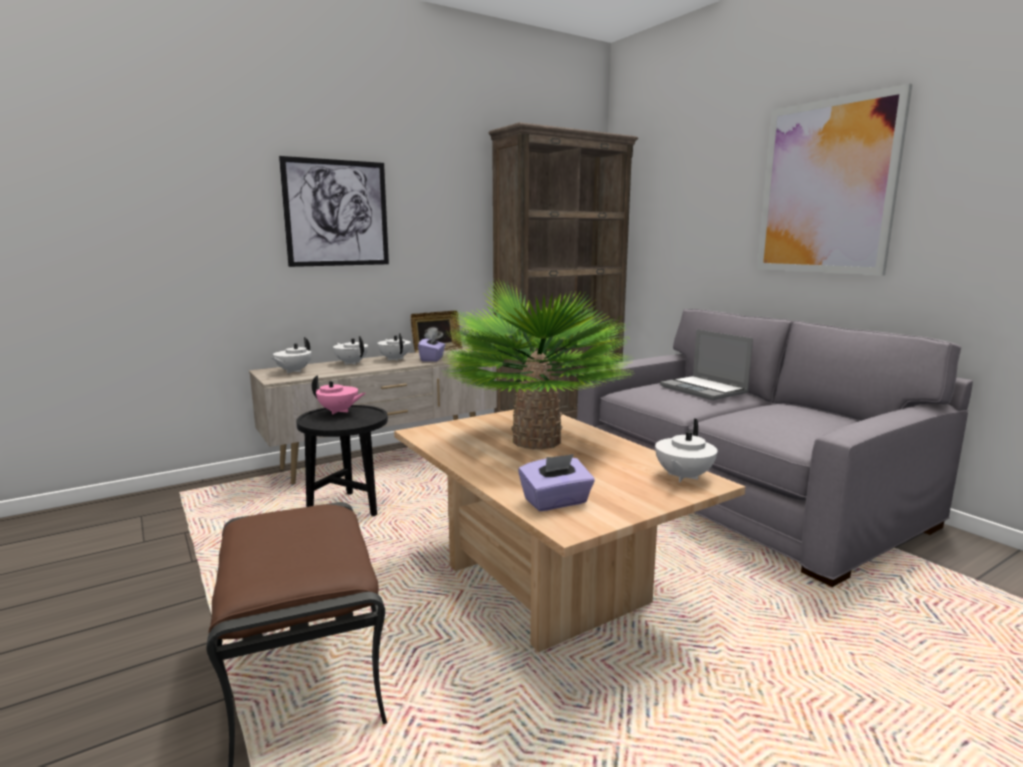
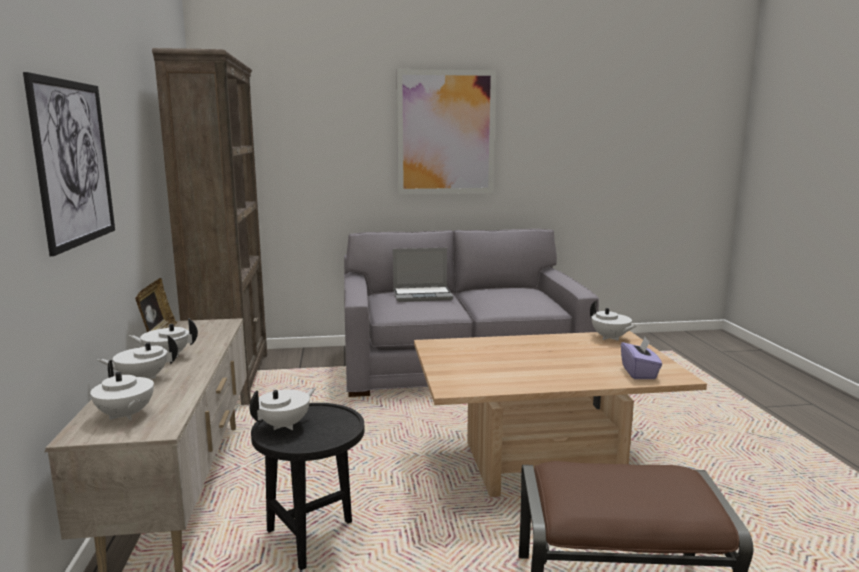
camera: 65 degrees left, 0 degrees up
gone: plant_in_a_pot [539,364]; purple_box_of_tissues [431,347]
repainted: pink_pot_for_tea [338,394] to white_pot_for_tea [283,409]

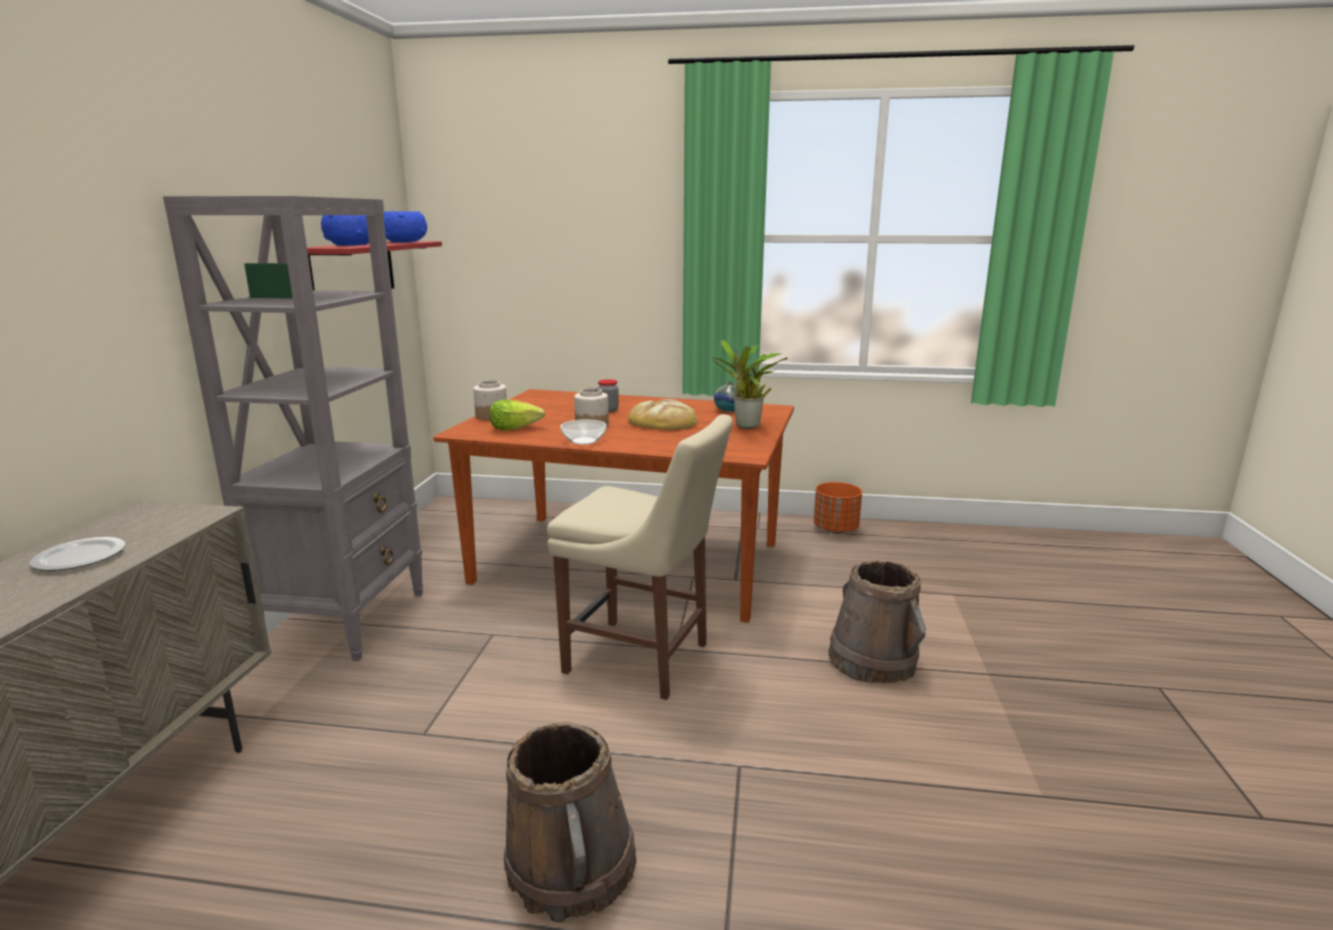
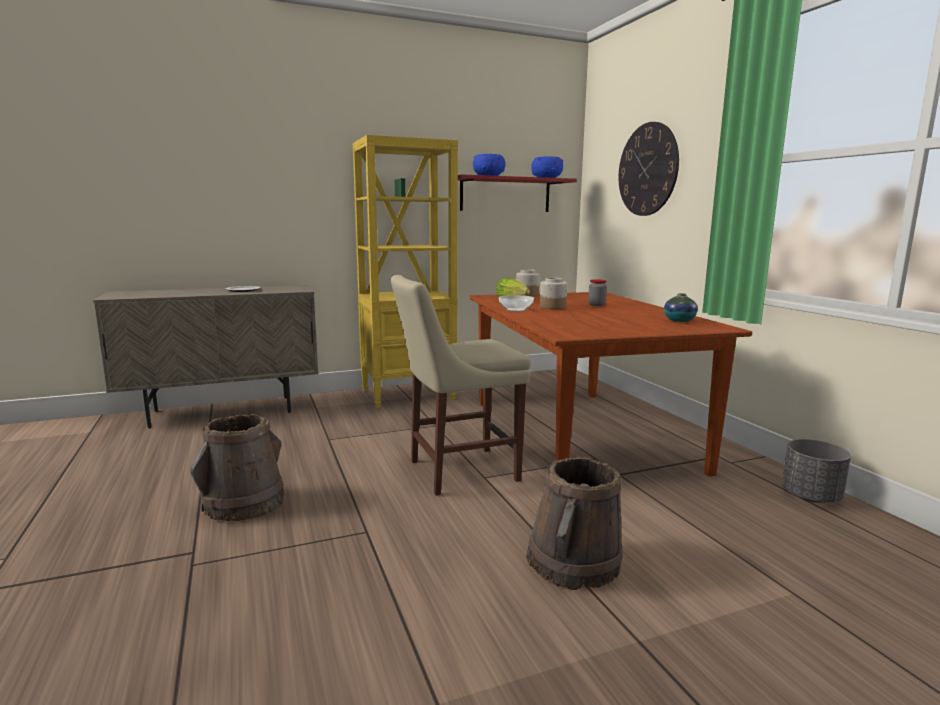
camera: 60 degrees right, 5 degrees down
gone: plant_in_a_pot [747,384]; bakery_bread [663,414]
new: clock_on_the_wall [649,169]
repainted: greyish_bookshelf [293,428] to yellow_bookshelf [405,271]; orange_planter [838,507] to greyish_planter [816,471]
rotated: beige-coloured_chair [640,557] = [461,385] 75 degrees clockwise

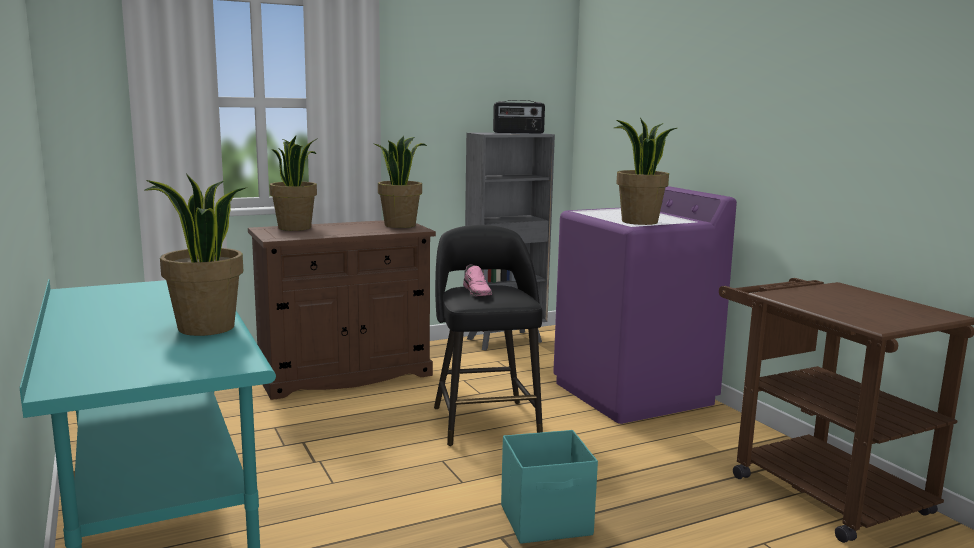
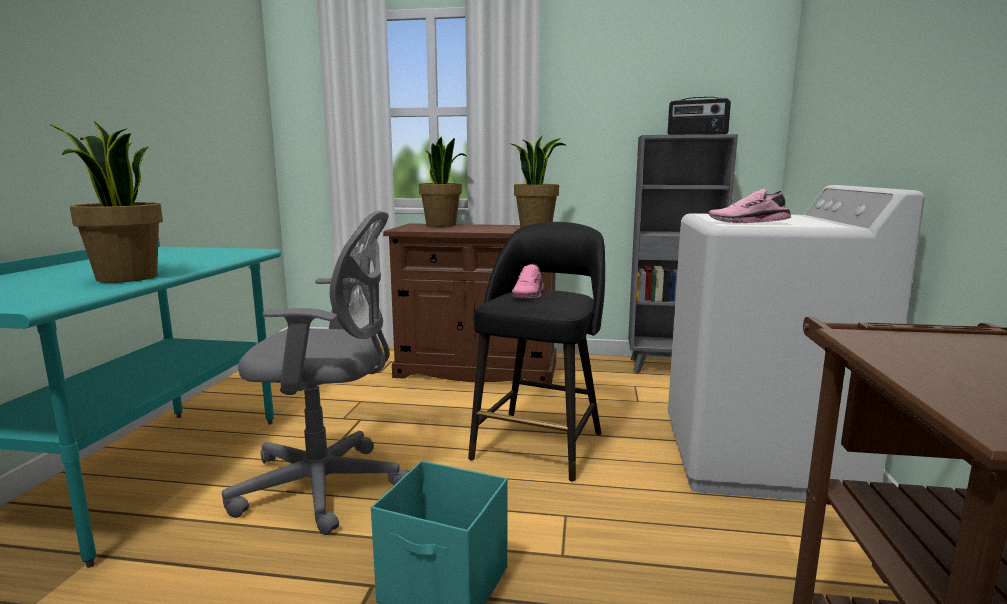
camera: 35 degrees right, 0 degrees up
new: greyish_office_chair [315,373]
swapped: plant_in_a_pot [645,171] to pink_item_of_footwear [750,205]
repainted: purple_laundry_appliance [645,305] to white_laundry_appliance [796,343]

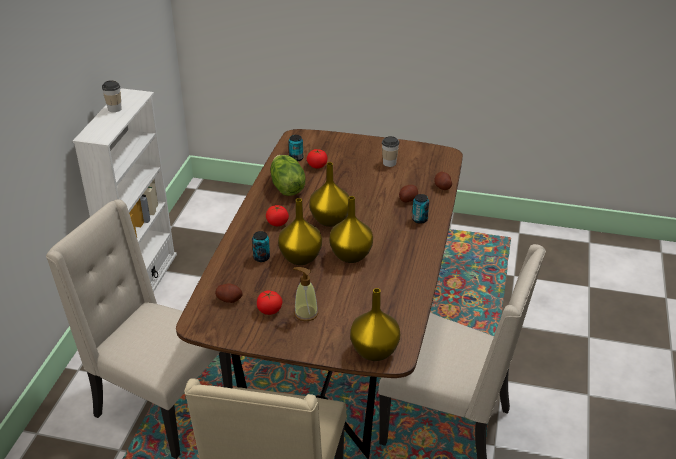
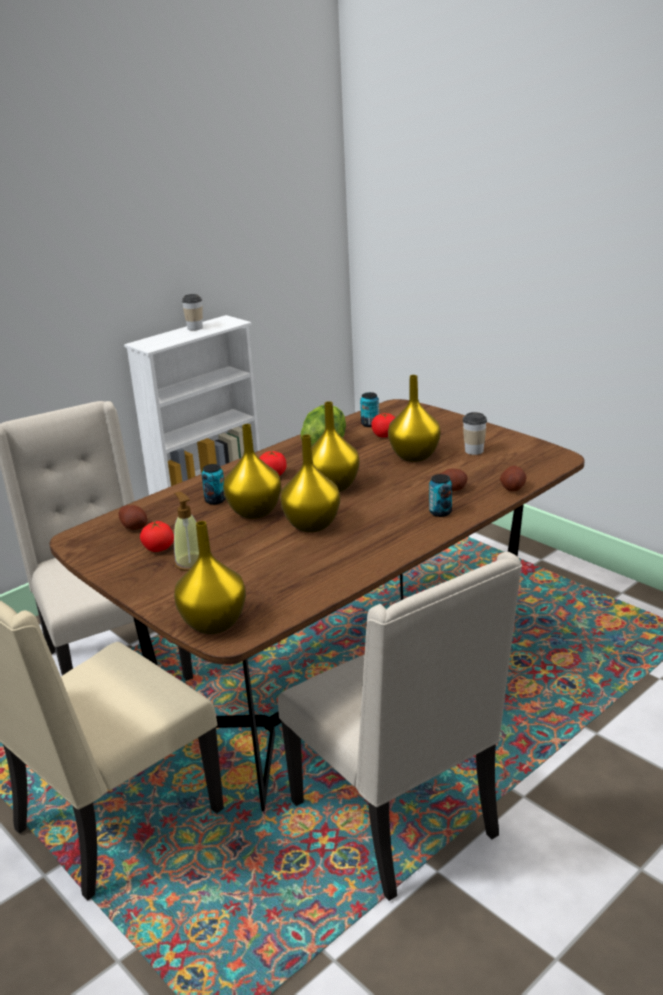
camera: 35 degrees right, 10 degrees down
new: yellow_vase [414,418]

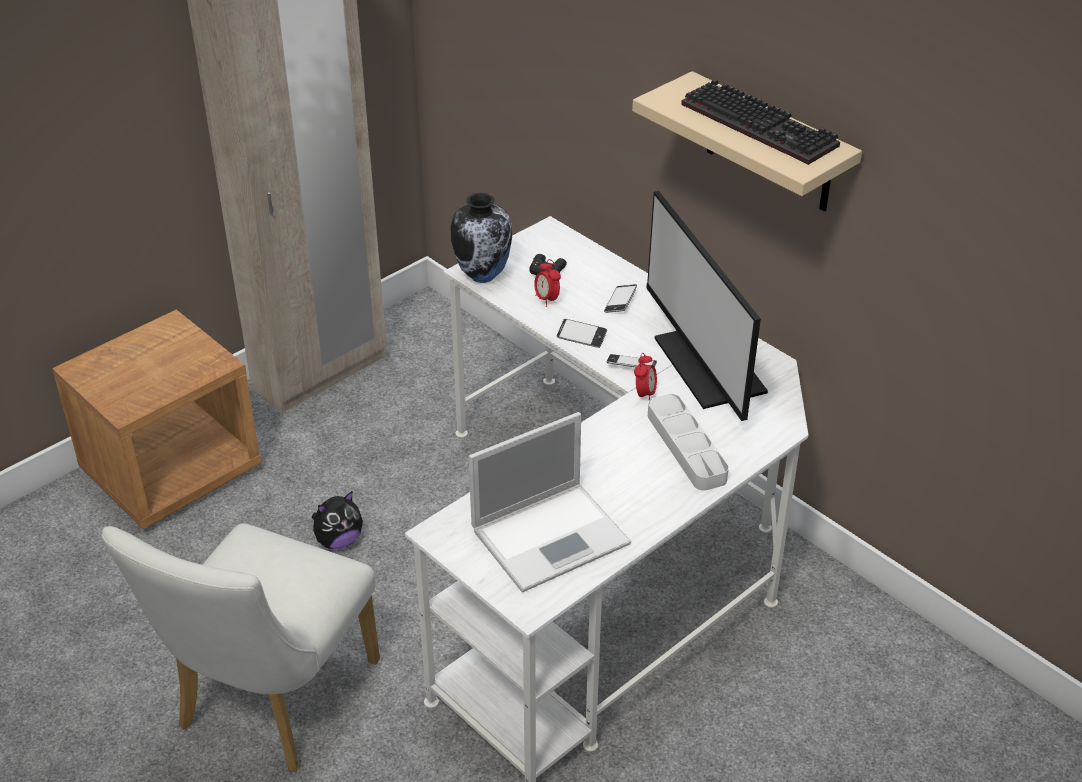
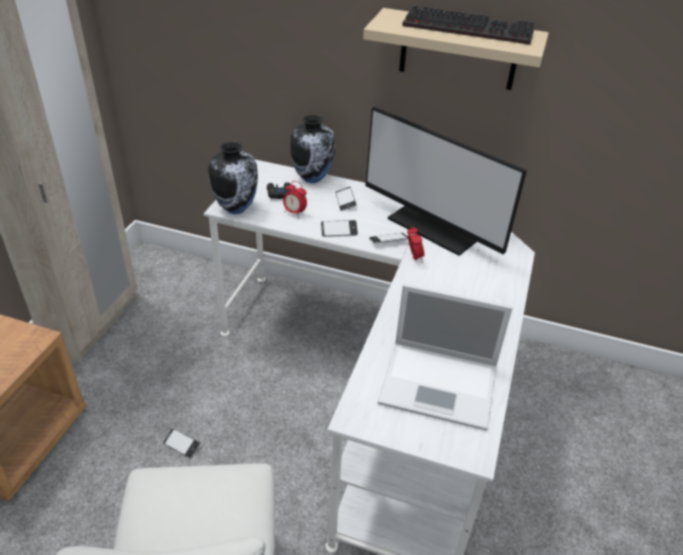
camera: 30 degrees left, 0 degrees up
gone: greyish_tray [688,442]
new: vase [312,149]
swapped: soft_toy [337,520] to phone [181,443]
rotated: notebook_computer [549,502] = [445,357] 75 degrees clockwise

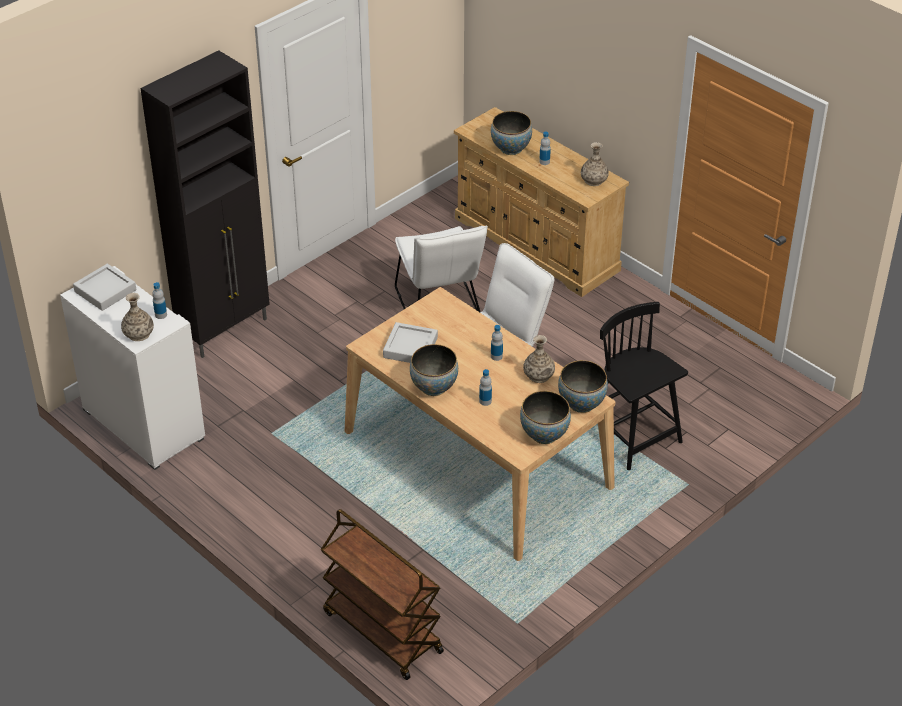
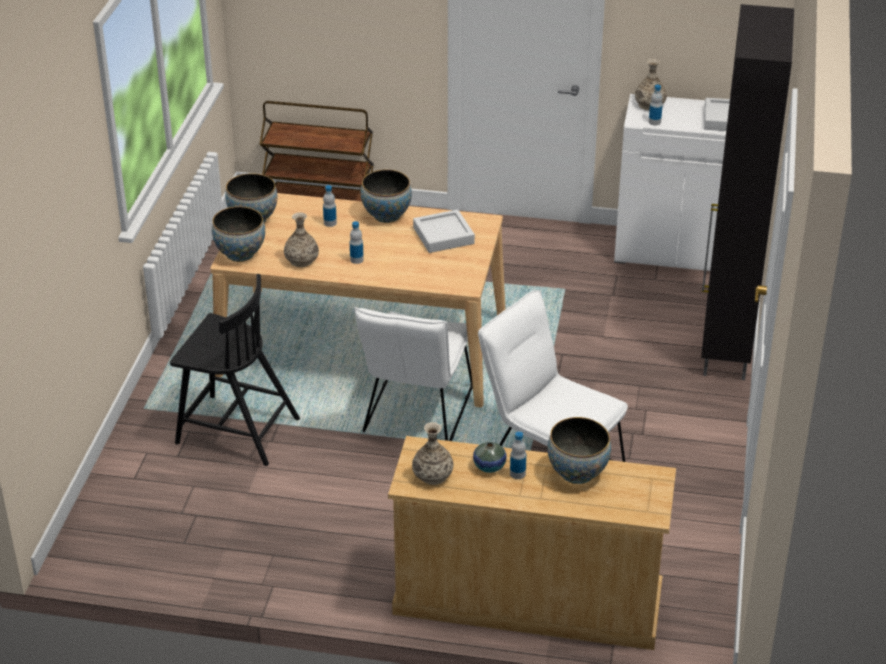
camera: 145 degrees right, 5 degrees down
new: vase [490,457]

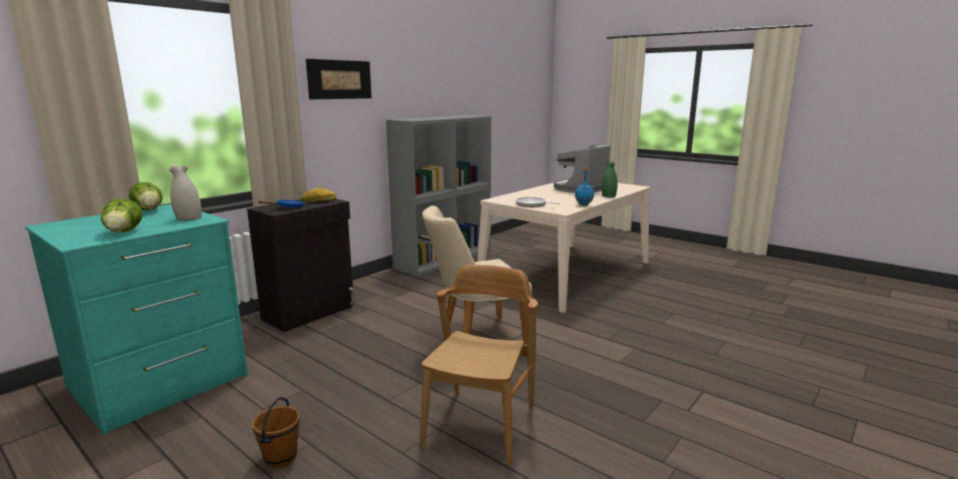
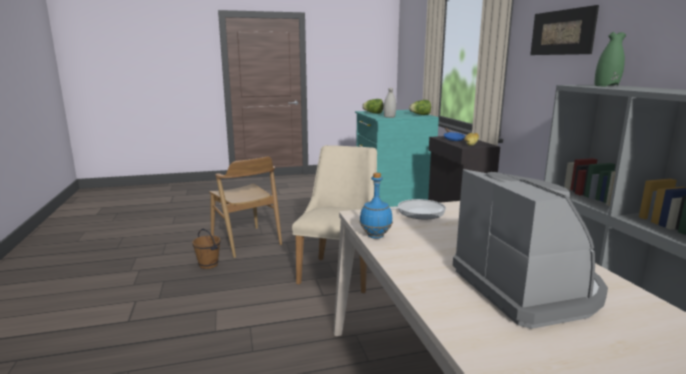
camera: 125 degrees right, 0 degrees up
shifted: green-coloured_vase [610,180] to [610,59]; brown-coloured_bucket [276,432] to [206,249]

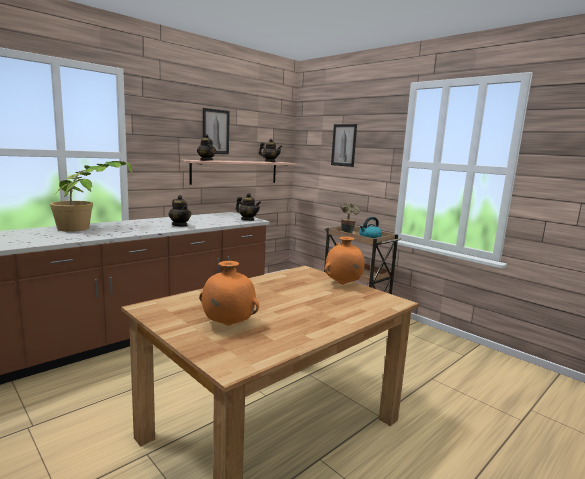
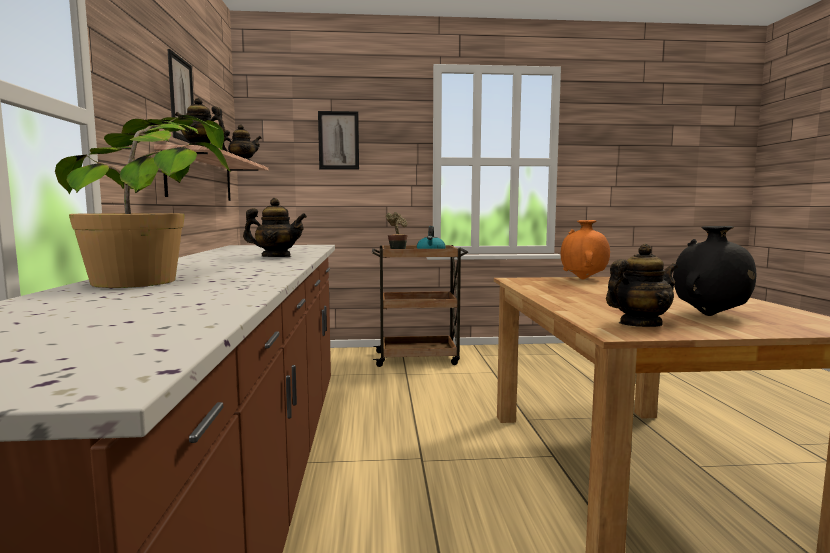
camera: 50 degrees left, 5 degrees down
shifted: pot_for_tea [248,207] to [642,285]
repainted: orange_vase [229,293] to black_vase [714,271]

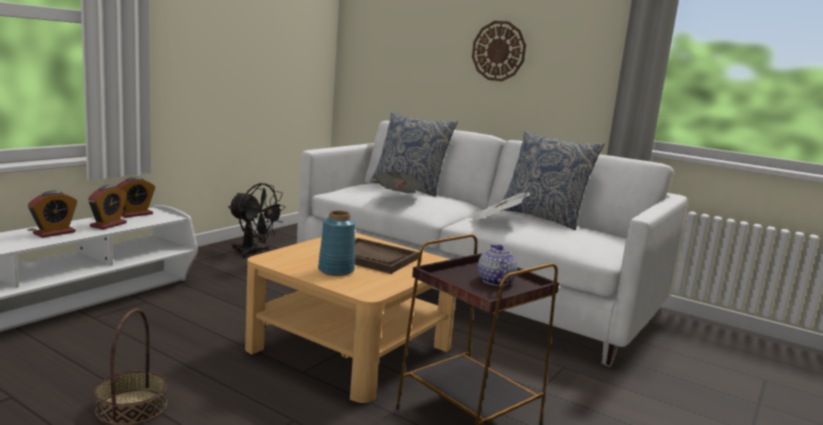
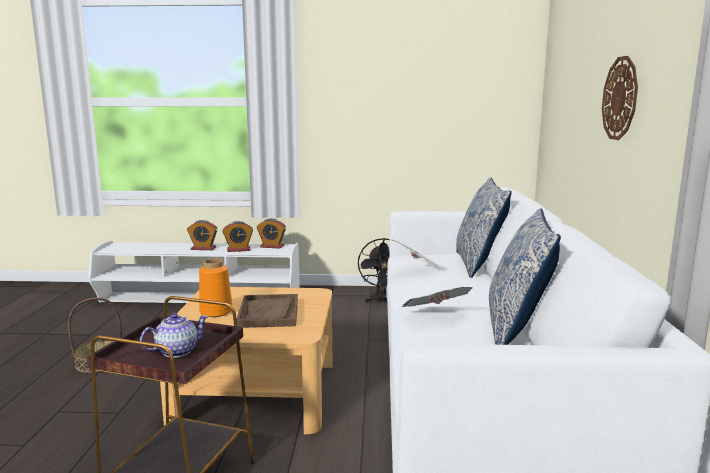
camera: 60 degrees right, 0 degrees up
repainted: bluish_vase [336,243] to orange_vase [215,288]

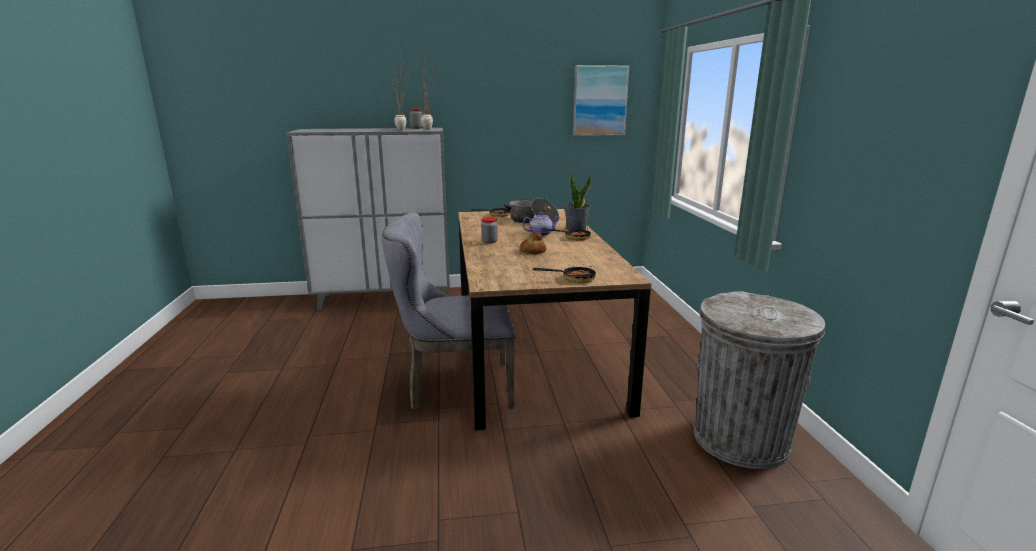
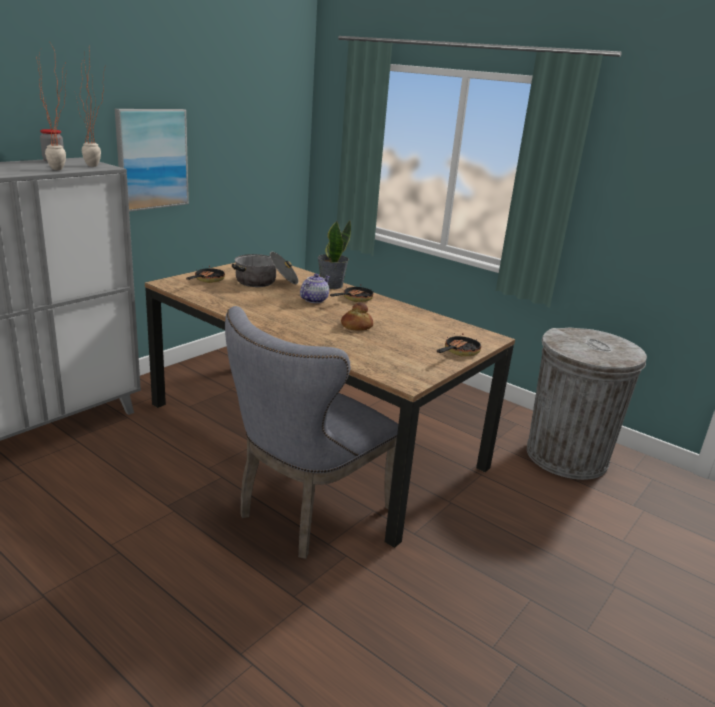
camera: 45 degrees left, 5 degrees up
gone: jar [489,230]
shifted: picture [601,100] to [152,160]

